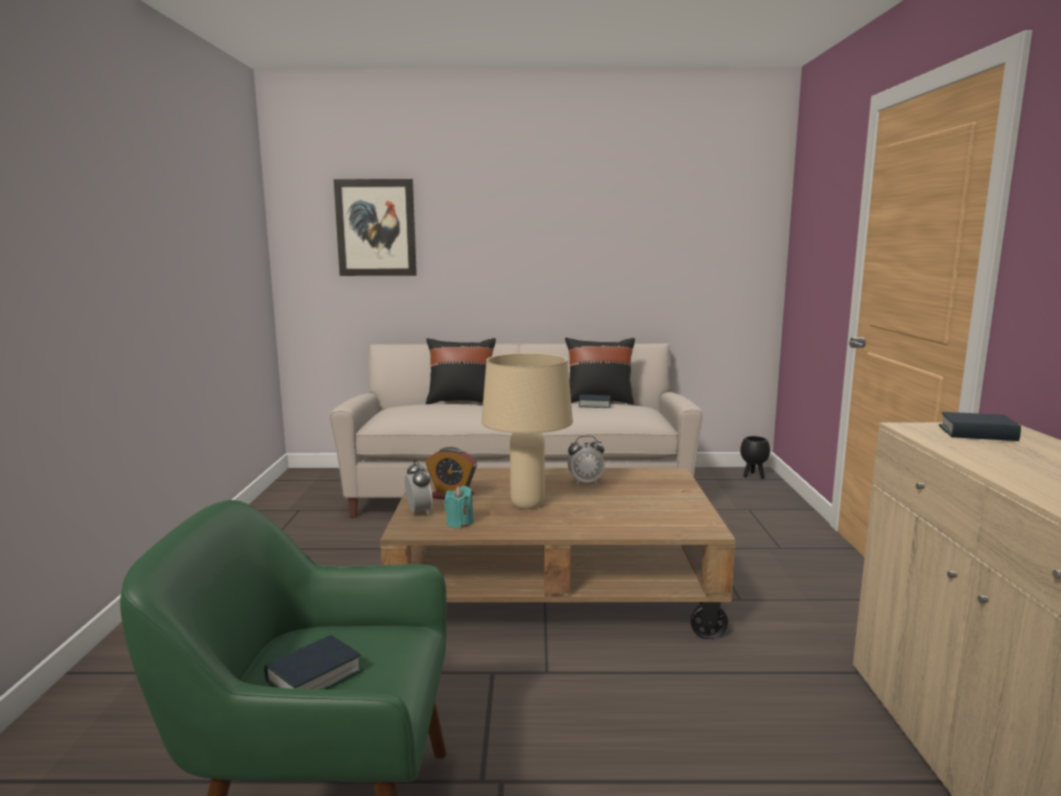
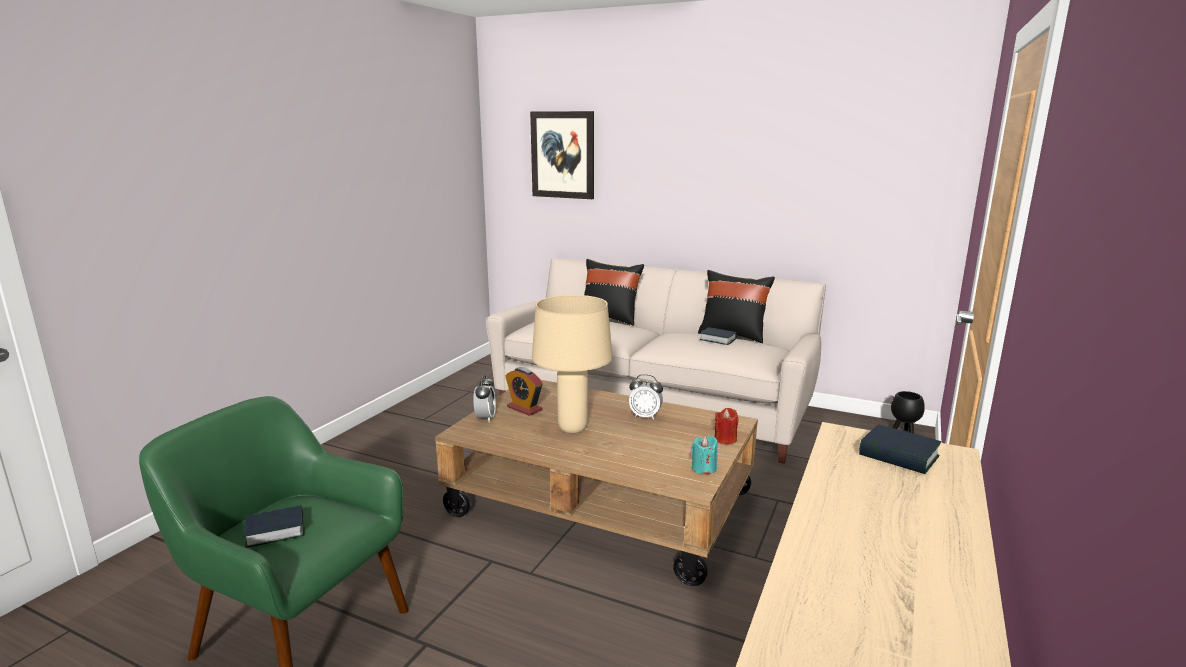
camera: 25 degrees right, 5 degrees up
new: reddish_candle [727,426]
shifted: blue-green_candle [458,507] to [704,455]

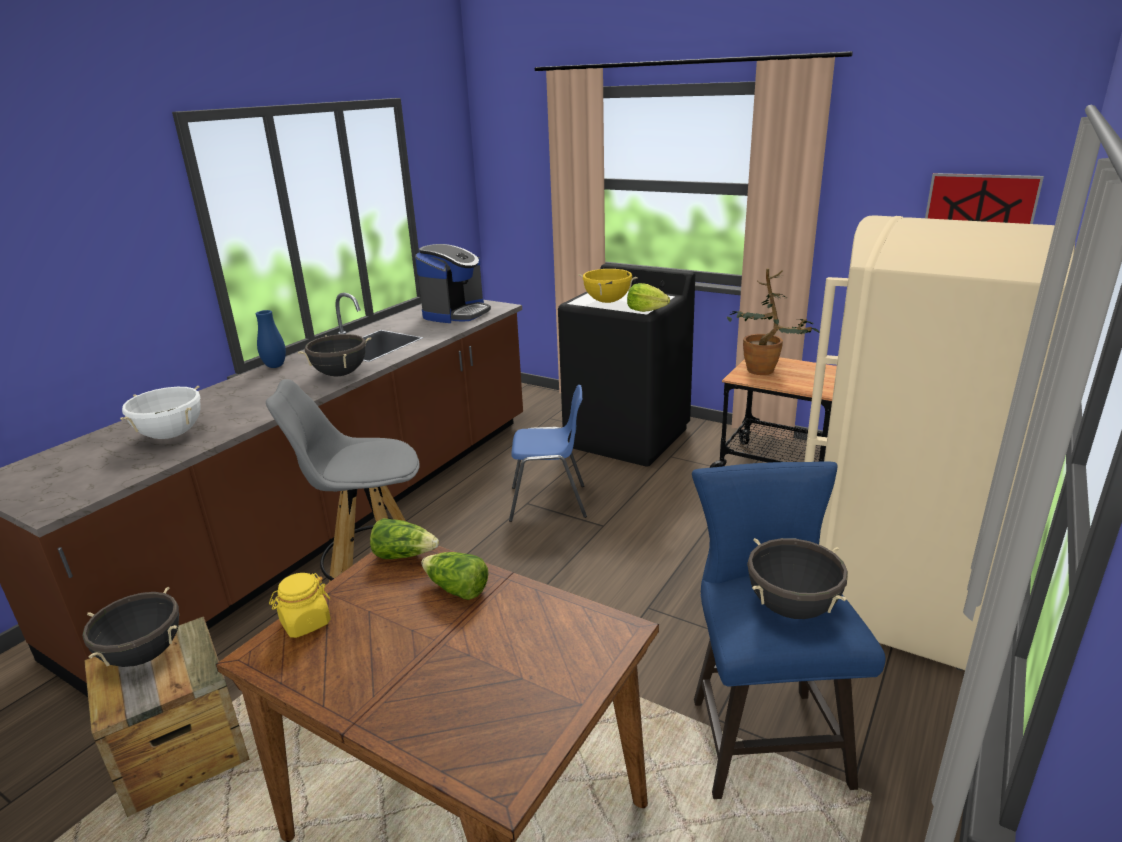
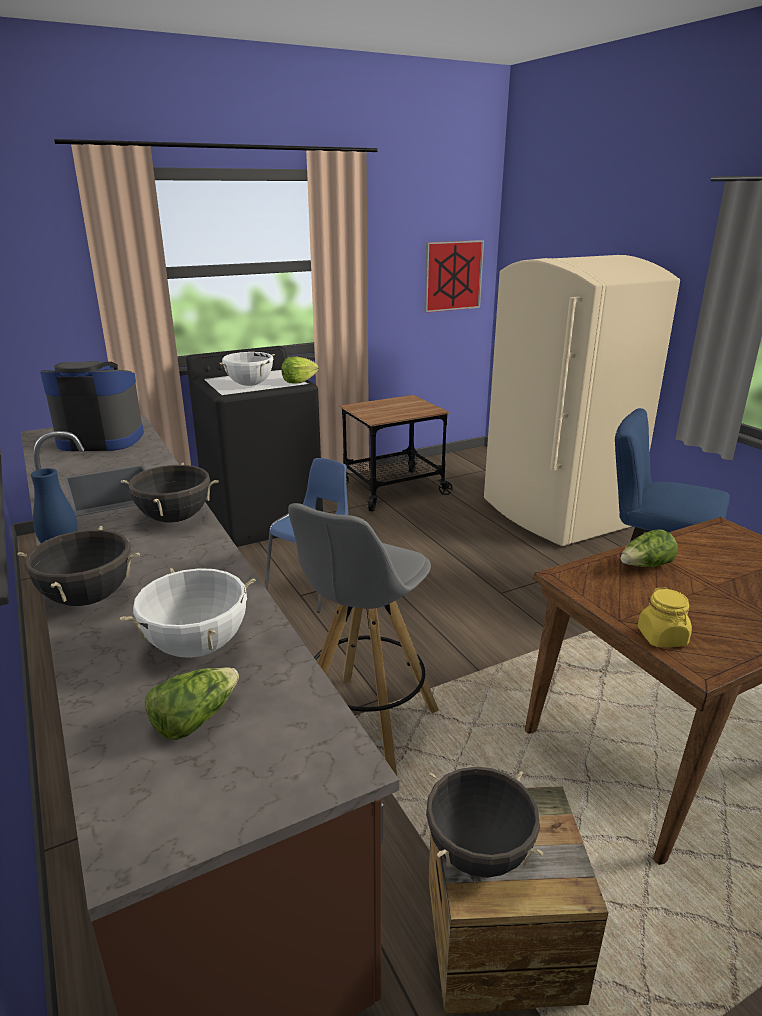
camera: 60 degrees left, 0 degrees up
gone: plant_in_a_pot [773,321]
shifted: lettuce [404,538] to [192,703]; black_saucepot [797,578] to [79,566]
repainted: yellow_saucepot [608,285] to white_saucepot [247,369]
rotated: coffee_brewer [453,283] = [92,406] 60 degrees counterclockwise

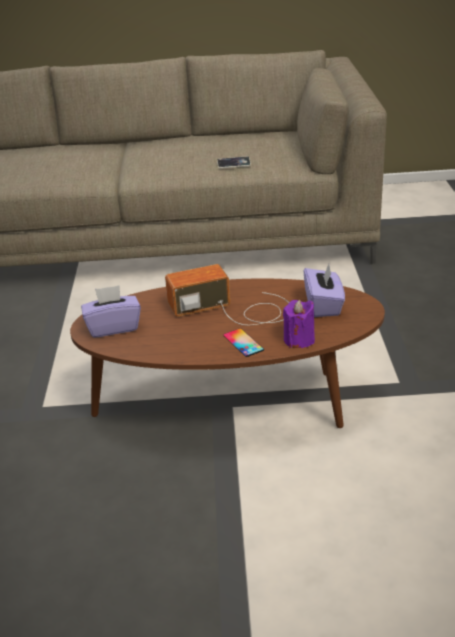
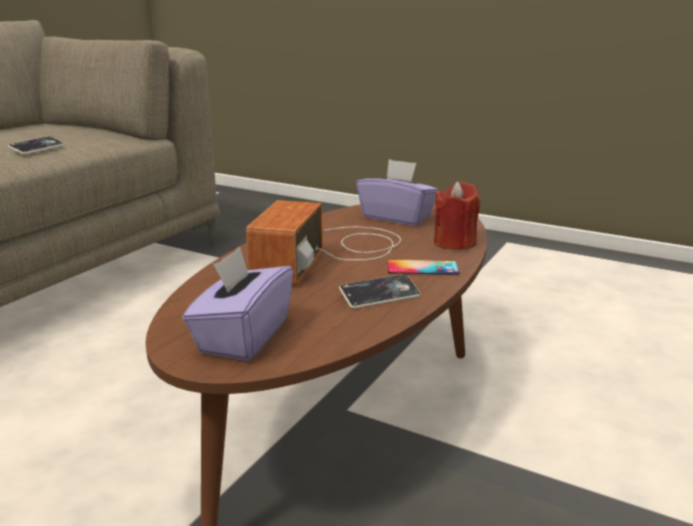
camera: 60 degrees left, 10 degrees down
new: phone [380,291]
repainted: purple_candle [299,324] to reddish_candle [457,215]

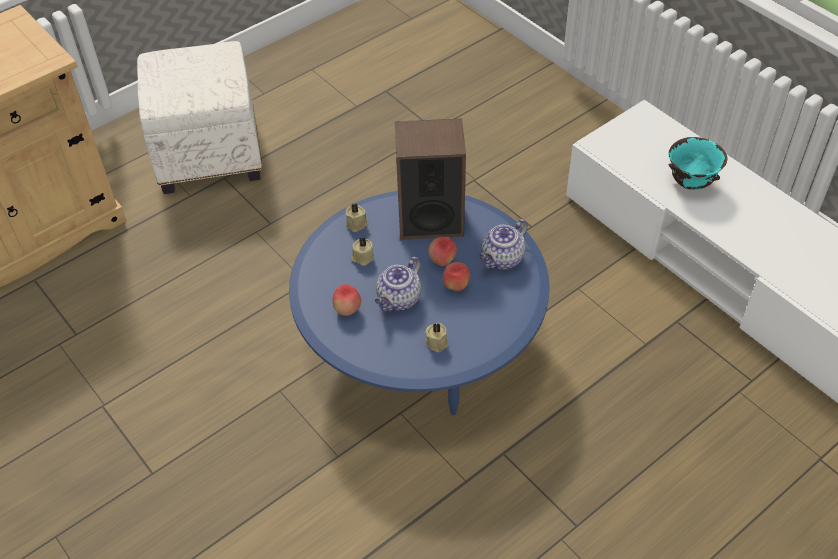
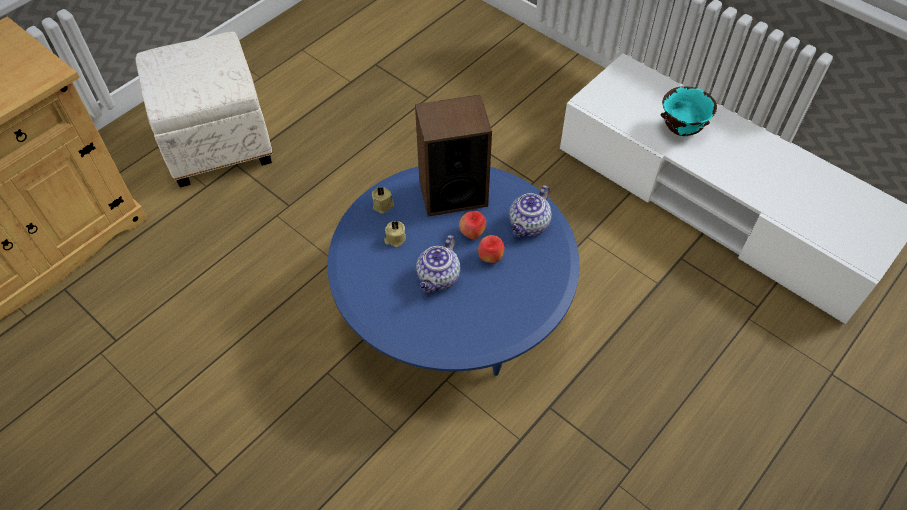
camera: 10 degrees left, 5 degrees up
gone: apple [347,300]; beige-coloured_candle [437,337]

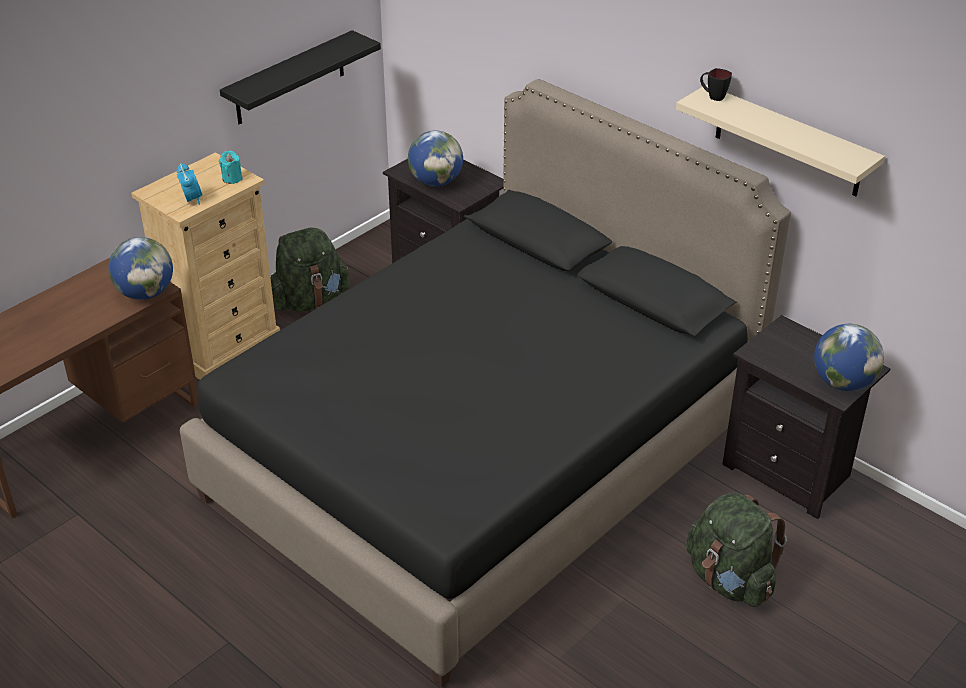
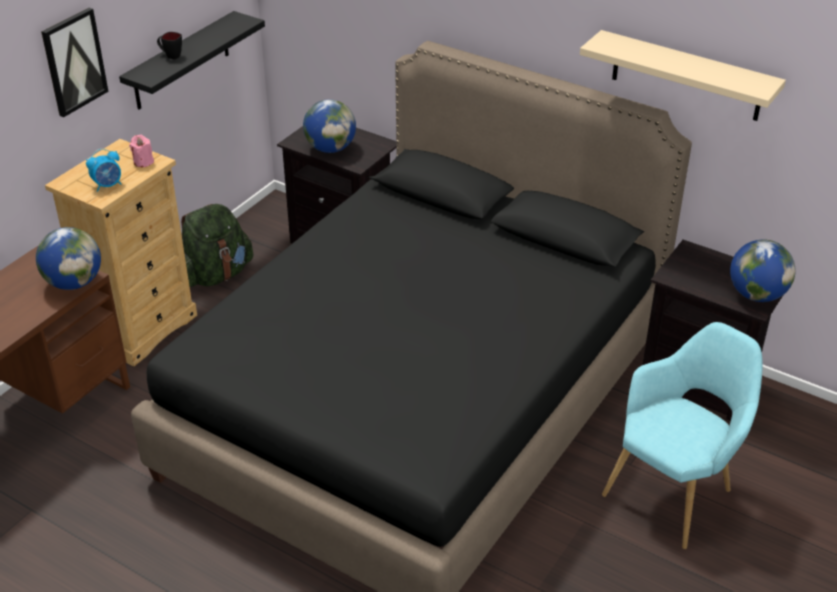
camera: 10 degrees left, 0 degrees up
new: picture [75,62]
shifted: black_coffee_mug [716,84] to [169,45]
swapped: green-coloured_rucksack [736,549] to blue-green_easy_chair [682,435]
repainted: blue-green_candle [231,167] to pink_candle [141,151]
rotated: alarm_clock [189,184] = [104,170] 90 degrees clockwise

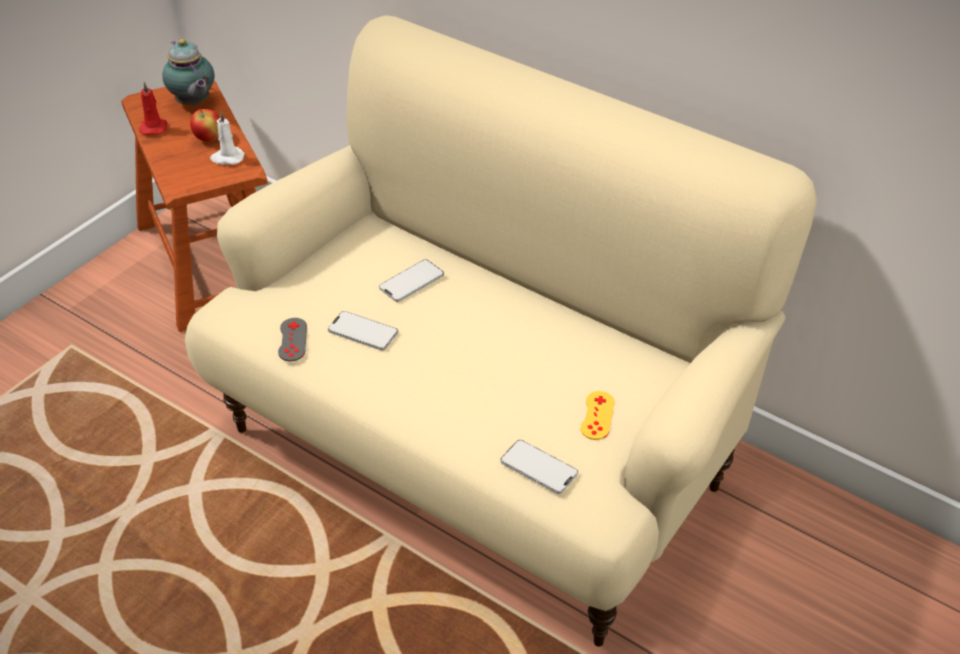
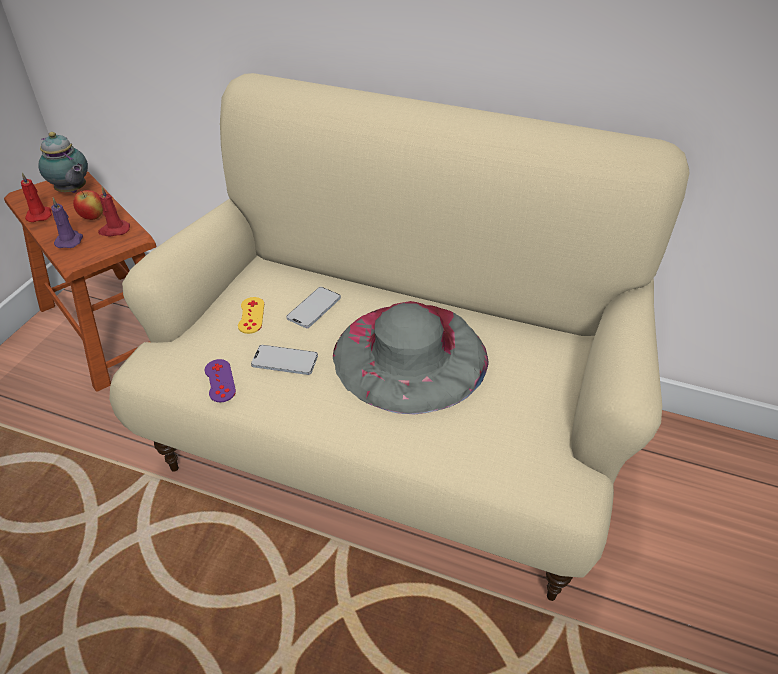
camera: 15 degrees left, 0 degrees up
gone: phone [539,467]
new: purple_candle [67,223]; greyish_clothing_hat [411,357]
shifted: yellow_joypad [597,415] to [251,315]
repainted: white_candle [227,138] to reddish_candle [114,211]; greyish_joypad [292,339] to purple_joypad [220,380]

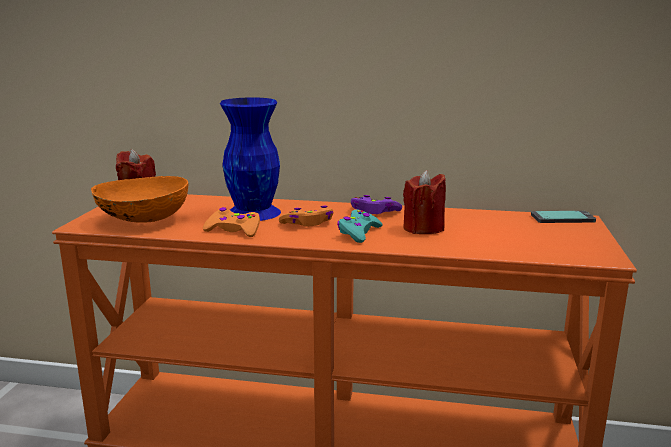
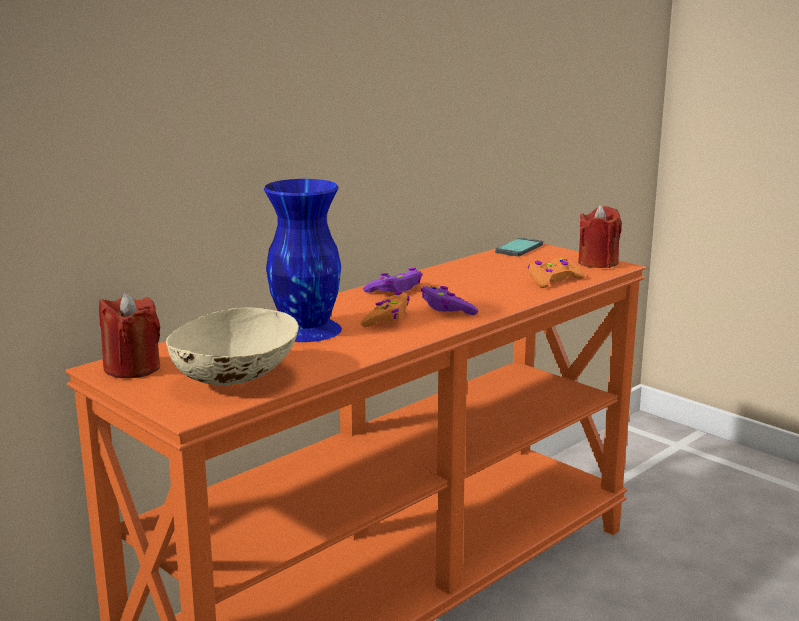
camera: 55 degrees left, 0 degrees up
shifted: reddish_candle [424,202] to [600,236]; orange_joypad [231,222] to [556,272]
repainted: orange_deep_dish [140,199] to beige-coloured_deep_dish [232,346]; blue-green_joypad [360,226] to purple_joypad [449,300]

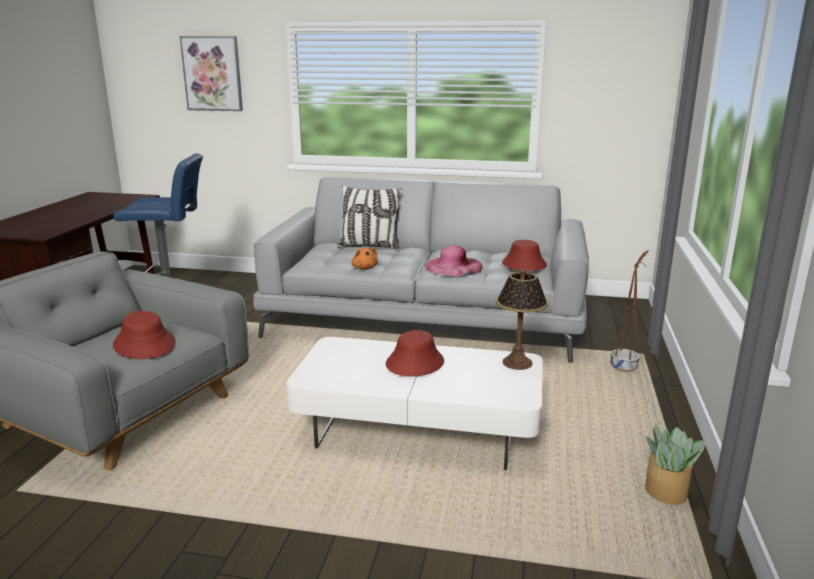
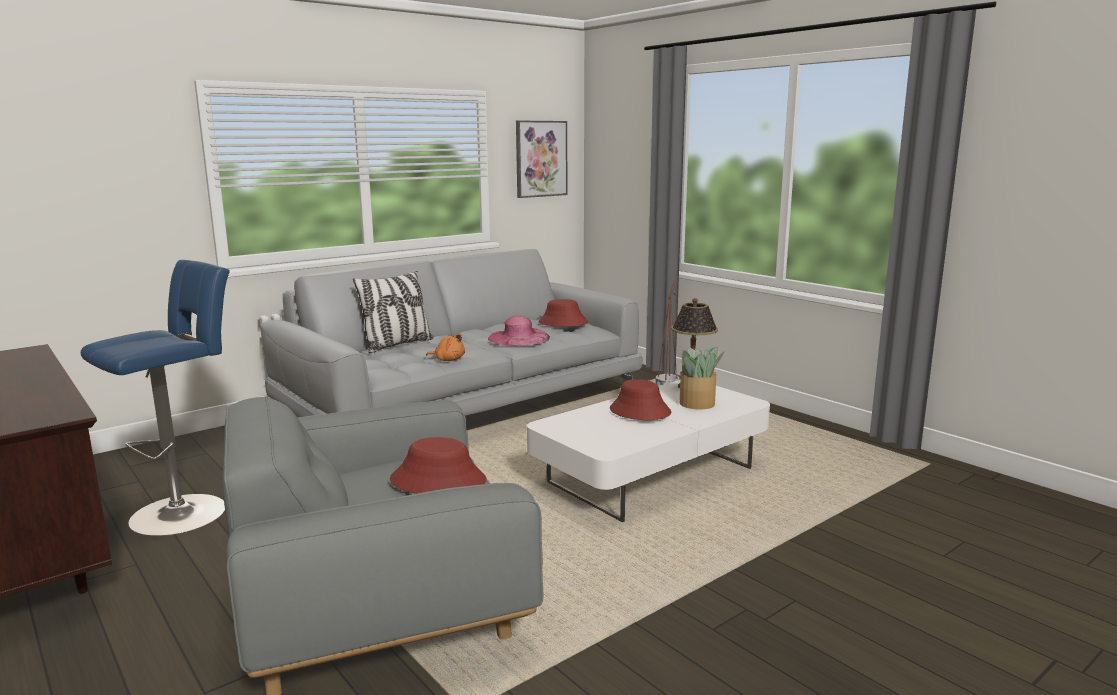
camera: 50 degrees left, 5 degrees down
shifted: picture [211,73] to [541,159]; plant_in_a_pot [675,464] to [702,378]

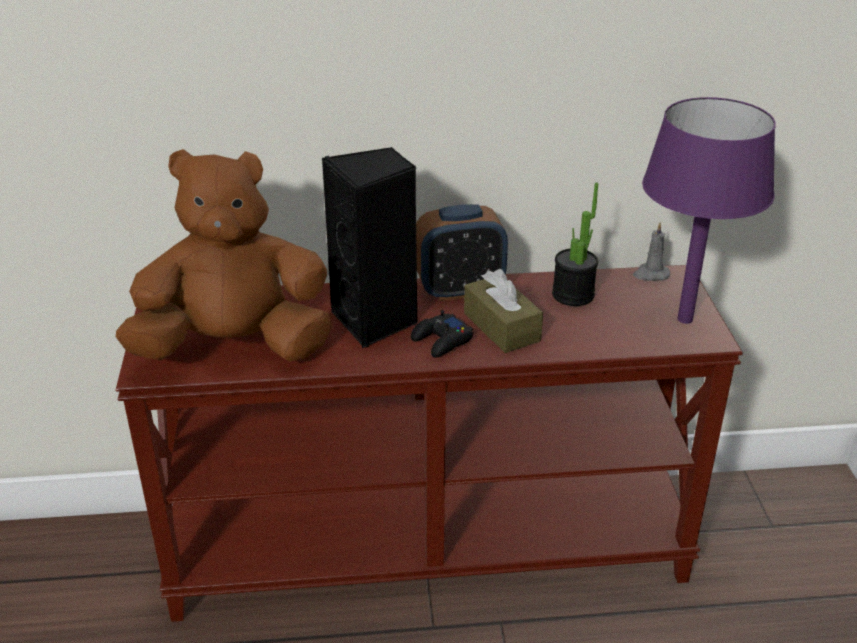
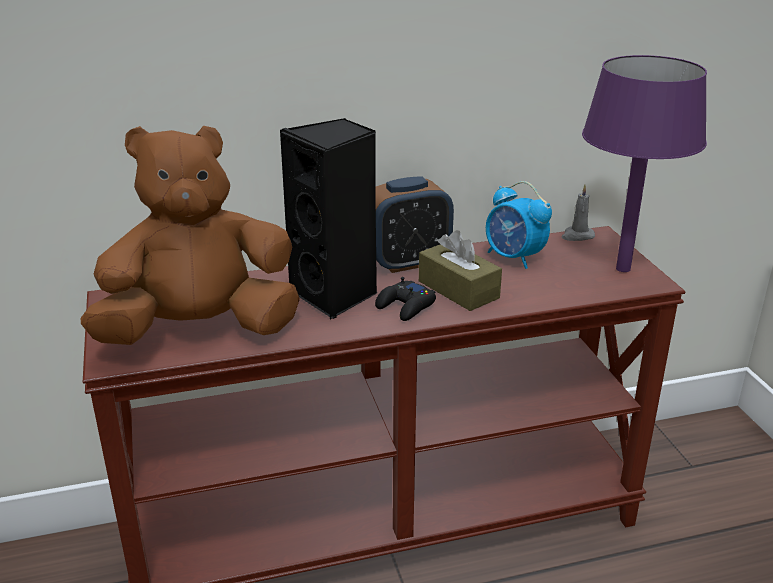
camera: 10 degrees left, 5 degrees down
swapped: plant_in_a_pot [575,244] to alarm_clock [519,225]

